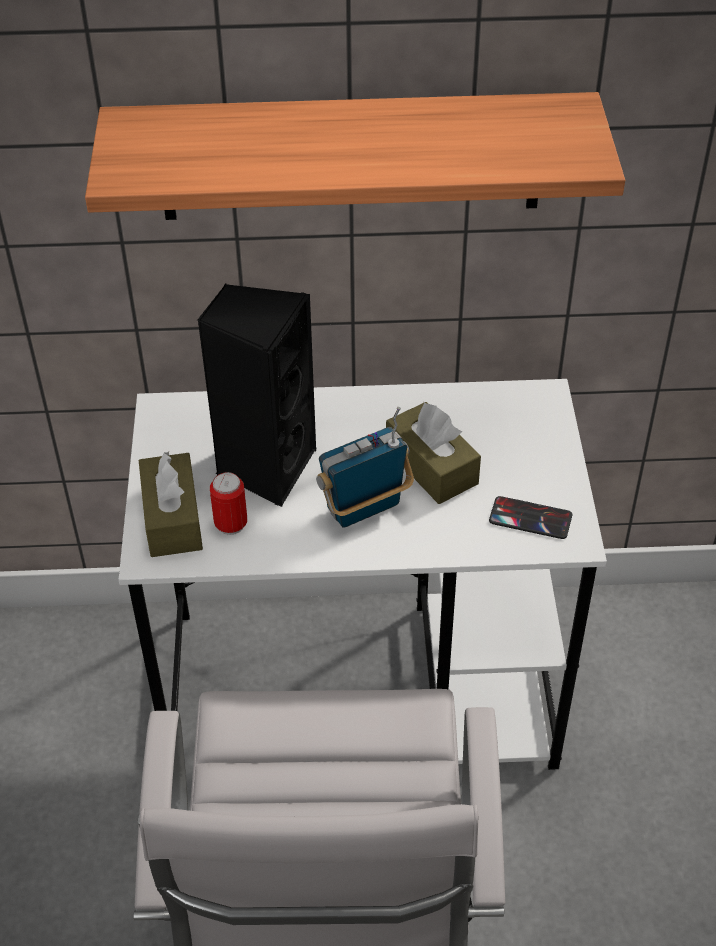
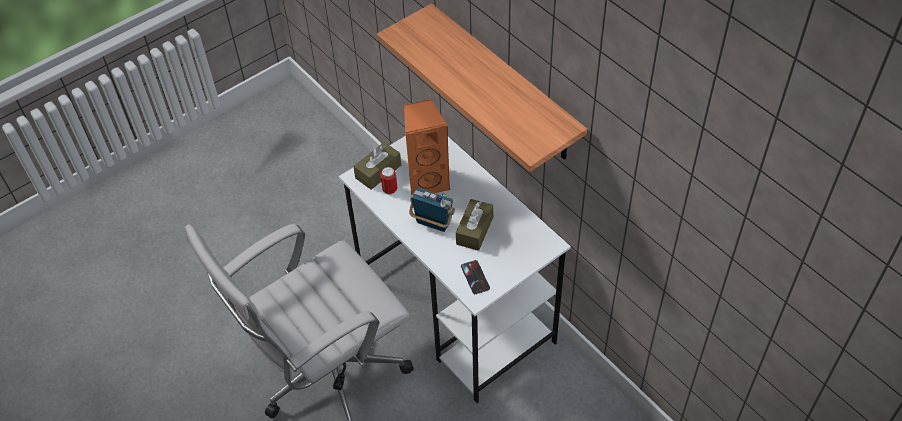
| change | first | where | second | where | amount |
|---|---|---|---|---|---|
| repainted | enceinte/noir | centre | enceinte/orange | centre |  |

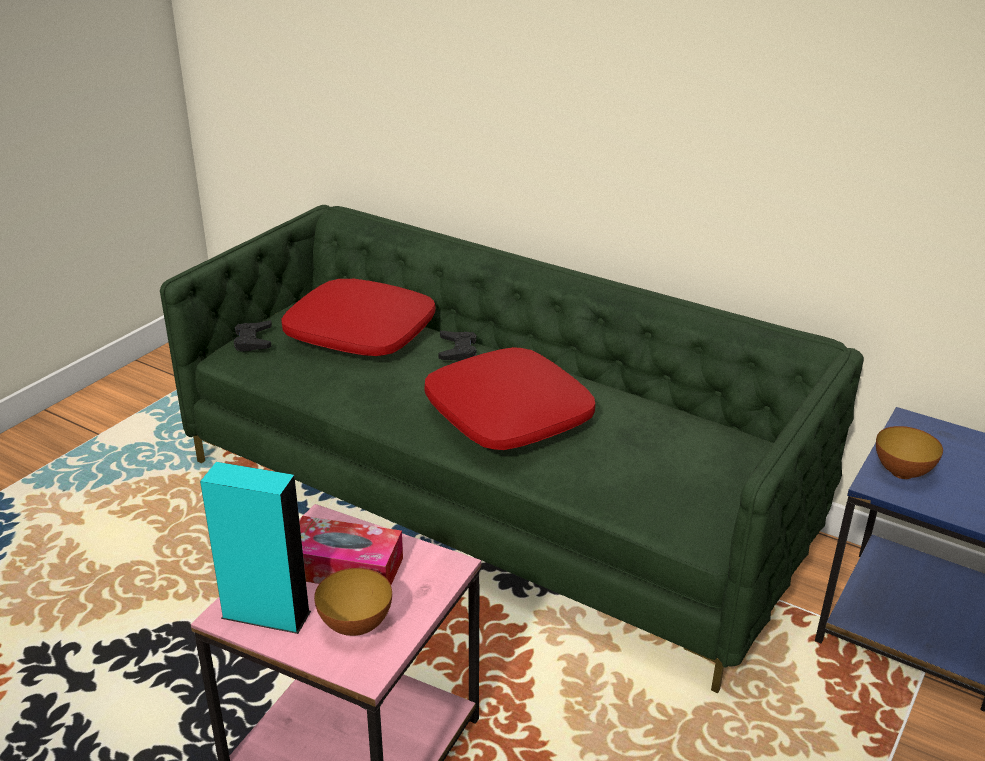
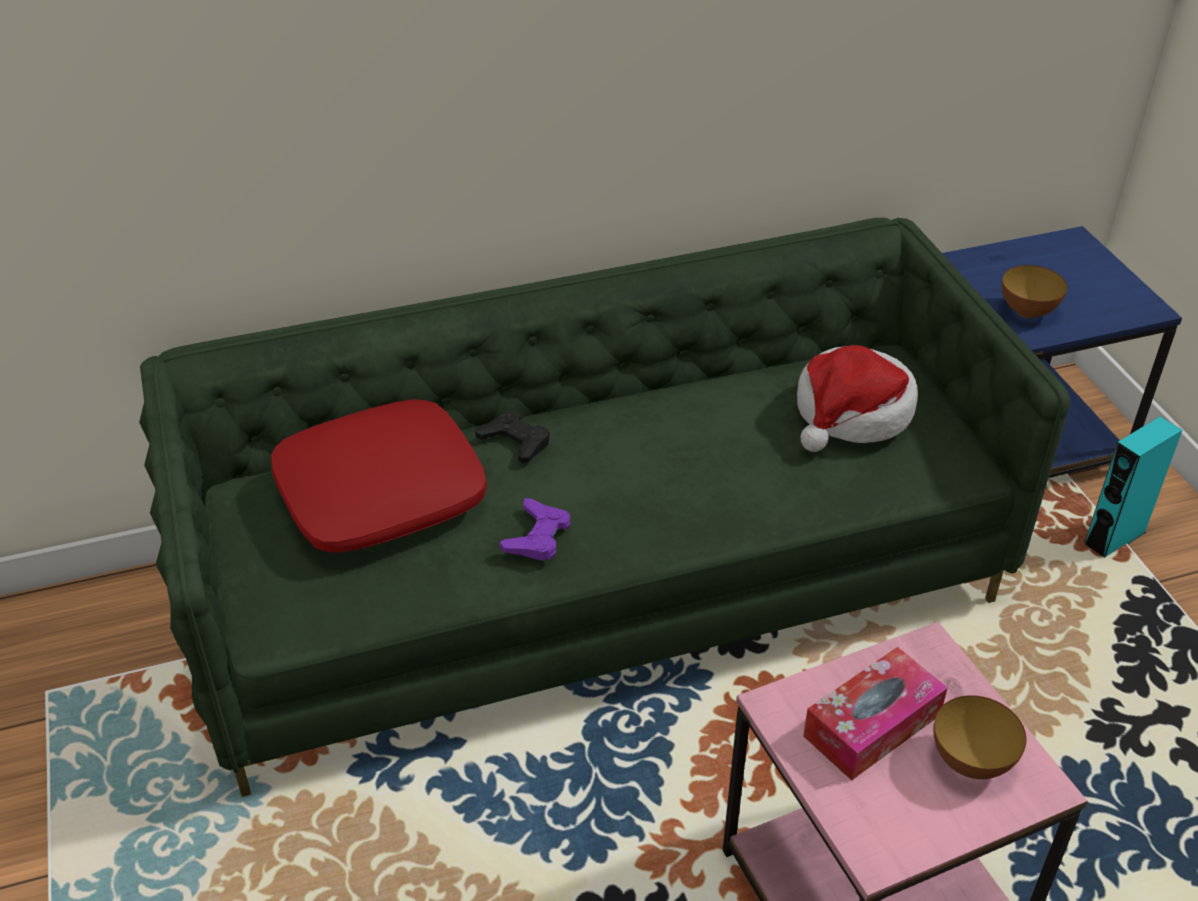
| change | first | where | second | where | amount |
|---|---|---|---|---|---|
| gone | manette/noir (no. 1 from left) | middle left |  |  |  |
| gone | coussin/rouge (no. 2 from left) | centre |  |  |  |
| shifted | enceinte/turquoise | bottom left |  | middle right |  |
| new |  |  | chapeau | middle right |  |
| new |  |  | manette/violet | centre |  |

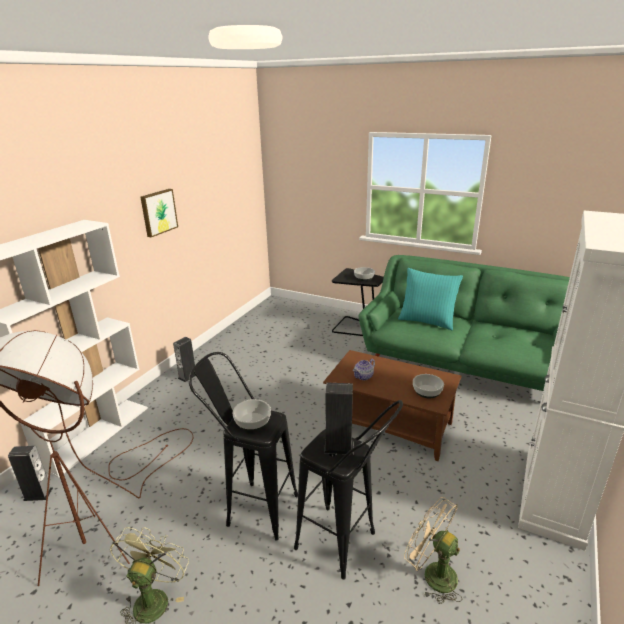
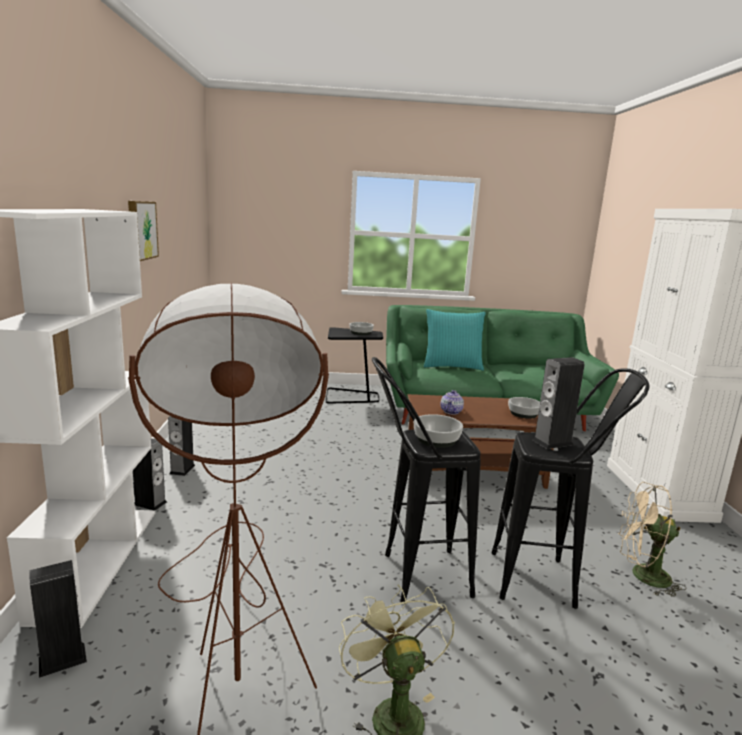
| change | first | where | second | where | amount |
|---|---|---|---|---|---|
| new |  |  | enceinte (no. 2 from left) | middle left |  |

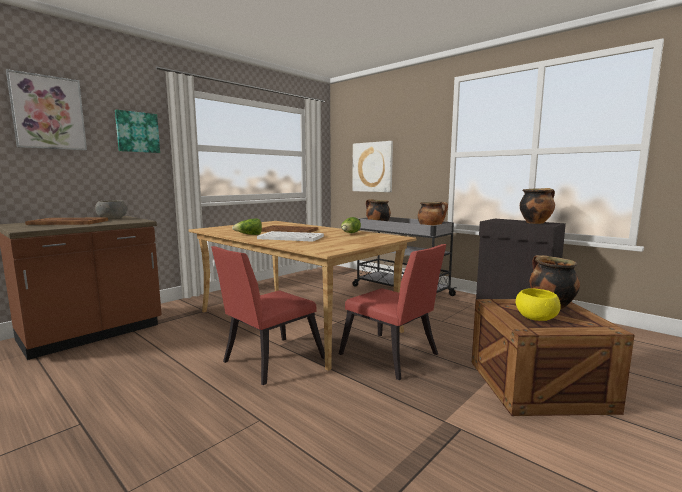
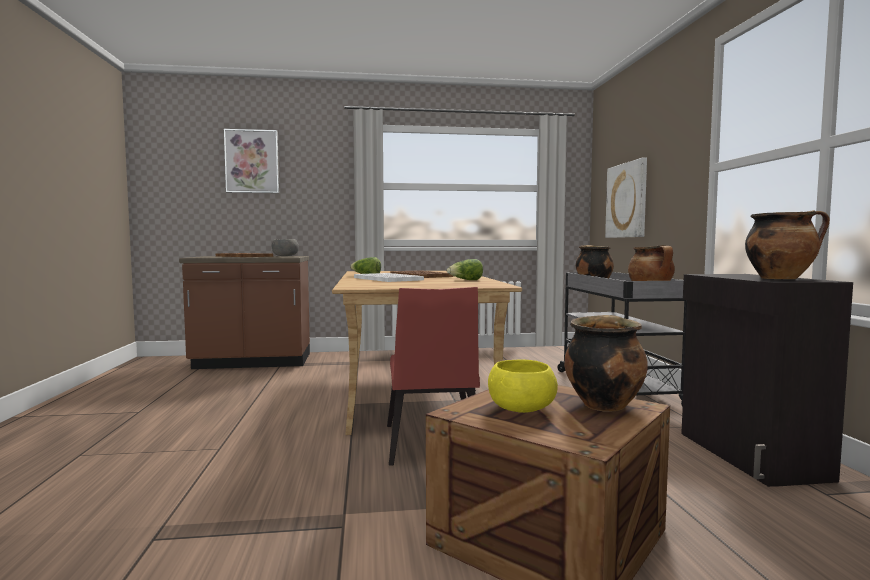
| change | first | where | second | where | amount |
|---|---|---|---|---|---|
| gone | tableau (no. 2 from left) | top left |  |  |  |
| gone | chaise/rouge (no. 1 from left) | centre |  |  |  |

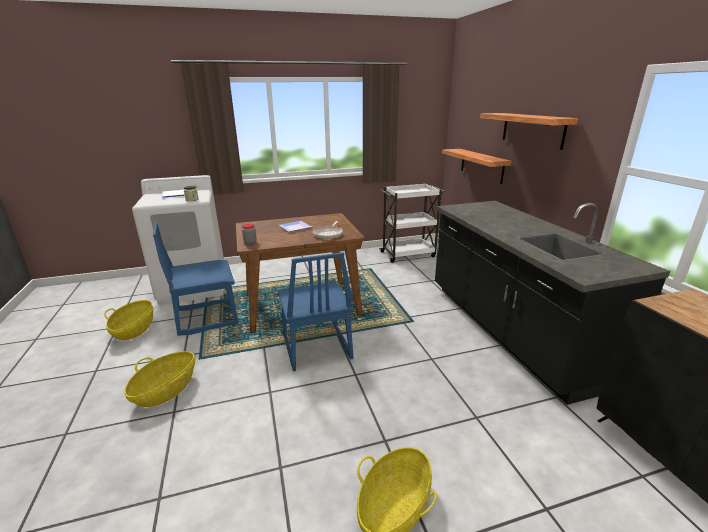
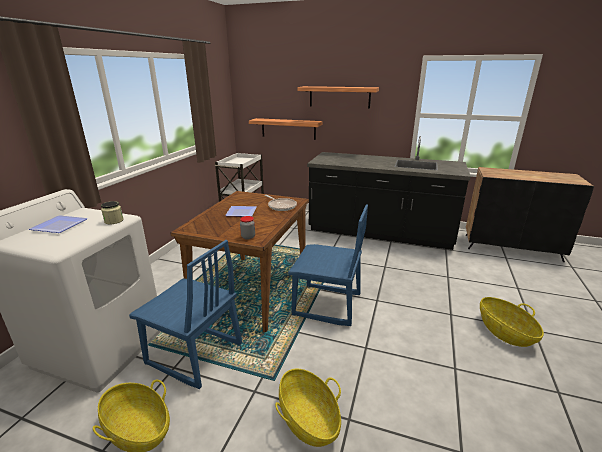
| change | first | where | second | where | amount |
|---|---|---|---|---|---|
| rotated | chaise/bleu (no. 1 from left) | middle left |  | bottom left | 75 degrees counterclockwise |

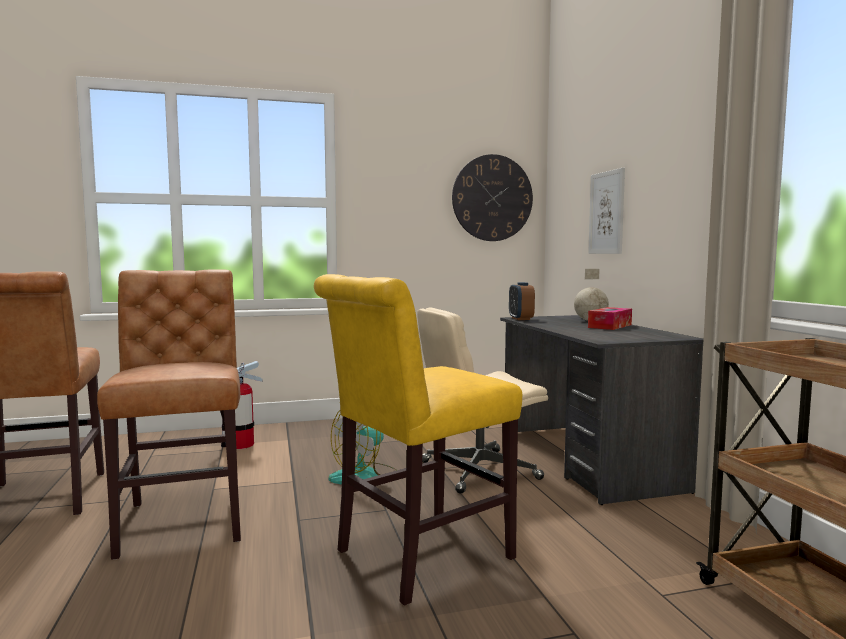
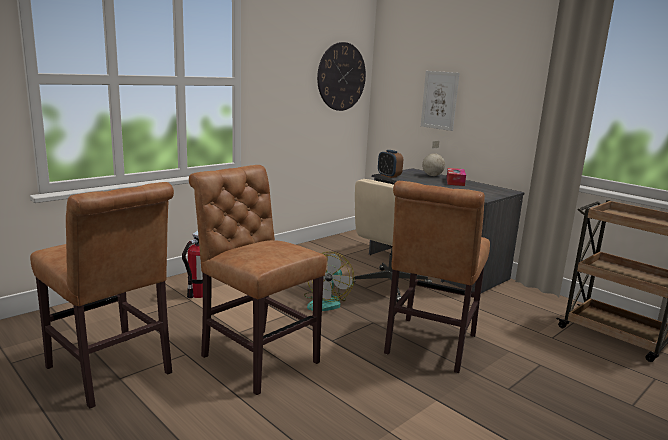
| change | first | where | second | where | amount |
|---|---|---|---|---|---|
| repainted | chaise/jaune | bottom centre | chaise/marron (no. 3 from left) | centre |  |

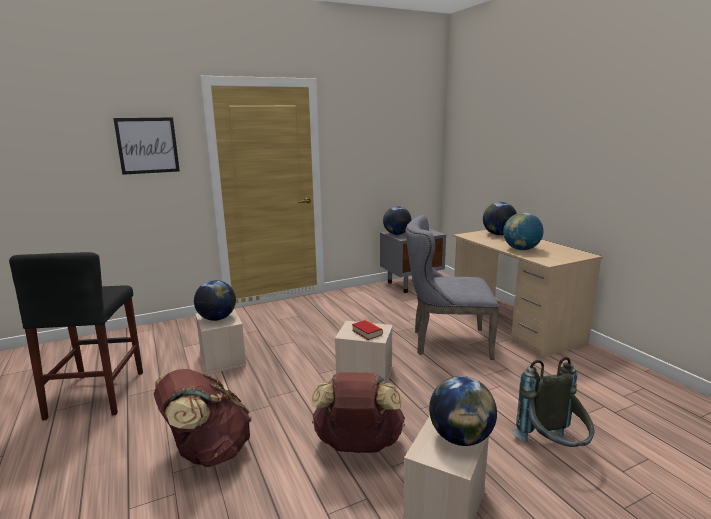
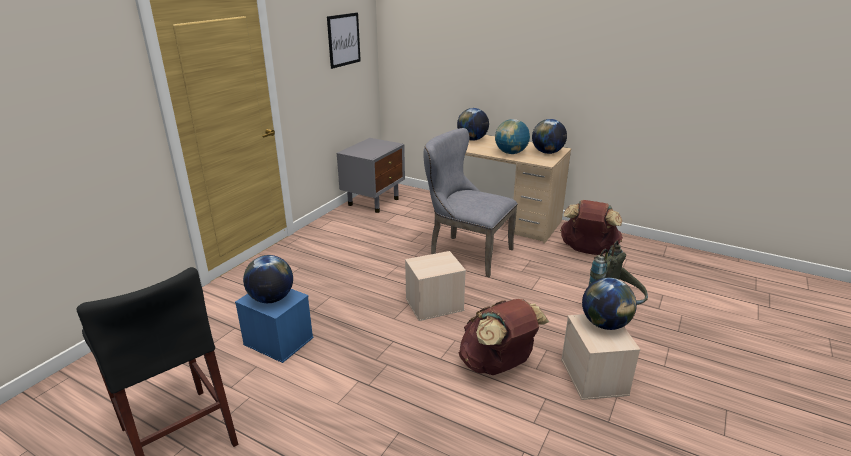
| change | first | where | second | where | amount |
|---|---|---|---|---|---|
| shifted | tableau | top left |  | top centre |  |
| shifted | globe (no. 2 from left in the first image) | centre | globe (no. 4 from left) | top centre |  |
| rotated | chaise/gris | centre |  | centre | 60 degrees clockwise |
| repainted | boîte de rangement/beige (no. 1 from left) | middle left | boîte de rangement/bleu | bottom left |  |
| gone | livre | centre |  |  |  |
| shifted | sac à dos/marron (no. 1 from left in the first image) | bottom left | sac à dos/marron (no. 2 from left) | middle right |  |

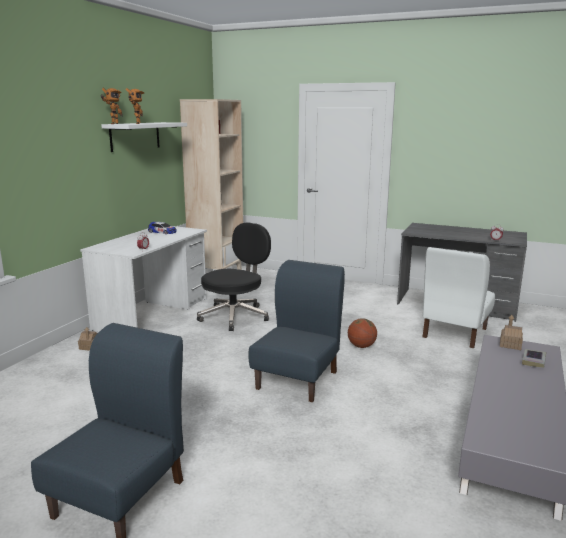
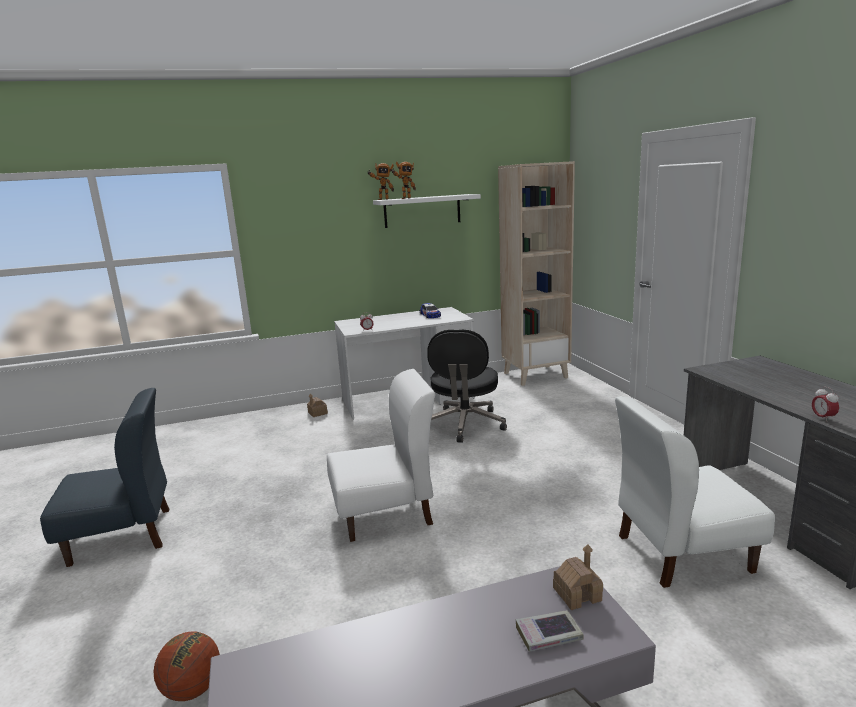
| change | first | where | second | where | amount |
|---|---|---|---|---|---|
| rotated | chaise de bureau/noir | centre |  | centre | 105 degrees clockwise |
| repainted | chaise/bleu (no. 2 from left) | centre | chaise/blanc (no. 1 from left) | centre |  |
| shifted | ballon de basket | centre |  | bottom left |  |

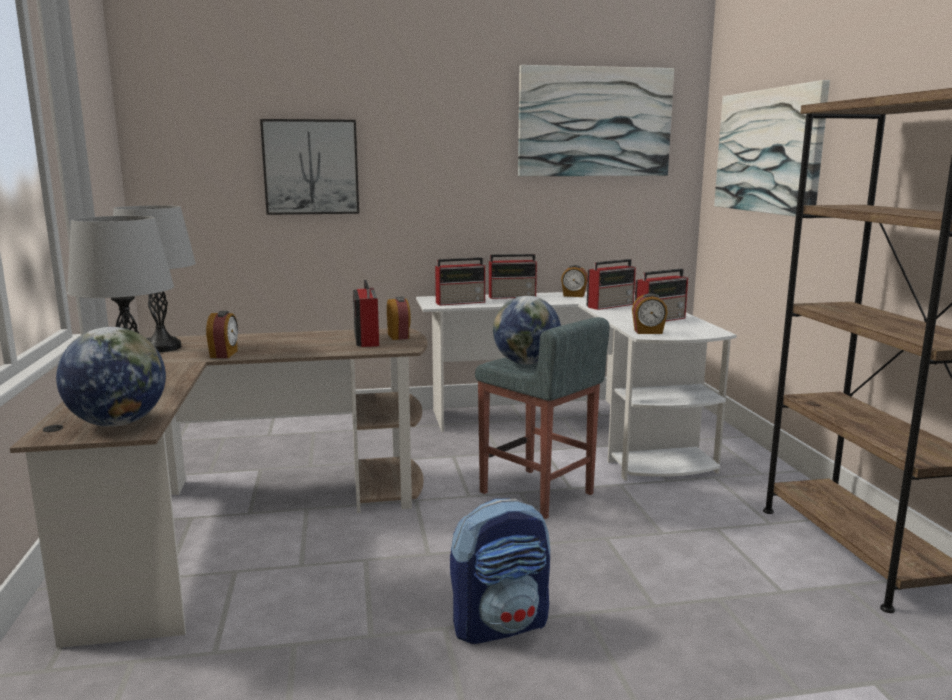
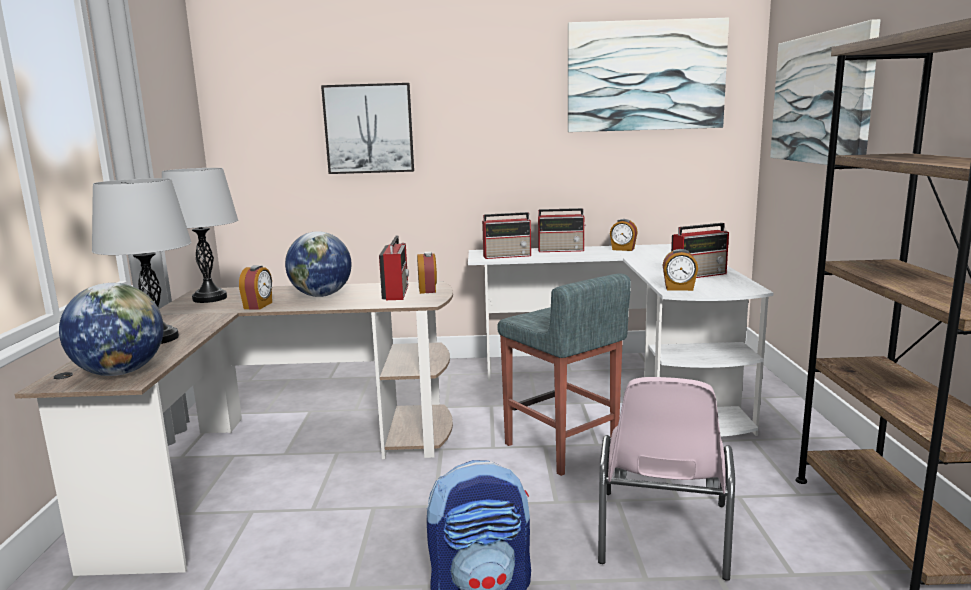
| change | first | where | second | where | amount |
|---|---|---|---|---|---|
| gone | radio (no. 4 from left) | centre |  |  |  |
| shifted | globe (no. 2 from left) | centre |  | middle left |  |
| new |  |  | chaise/rose | bottom right |  |

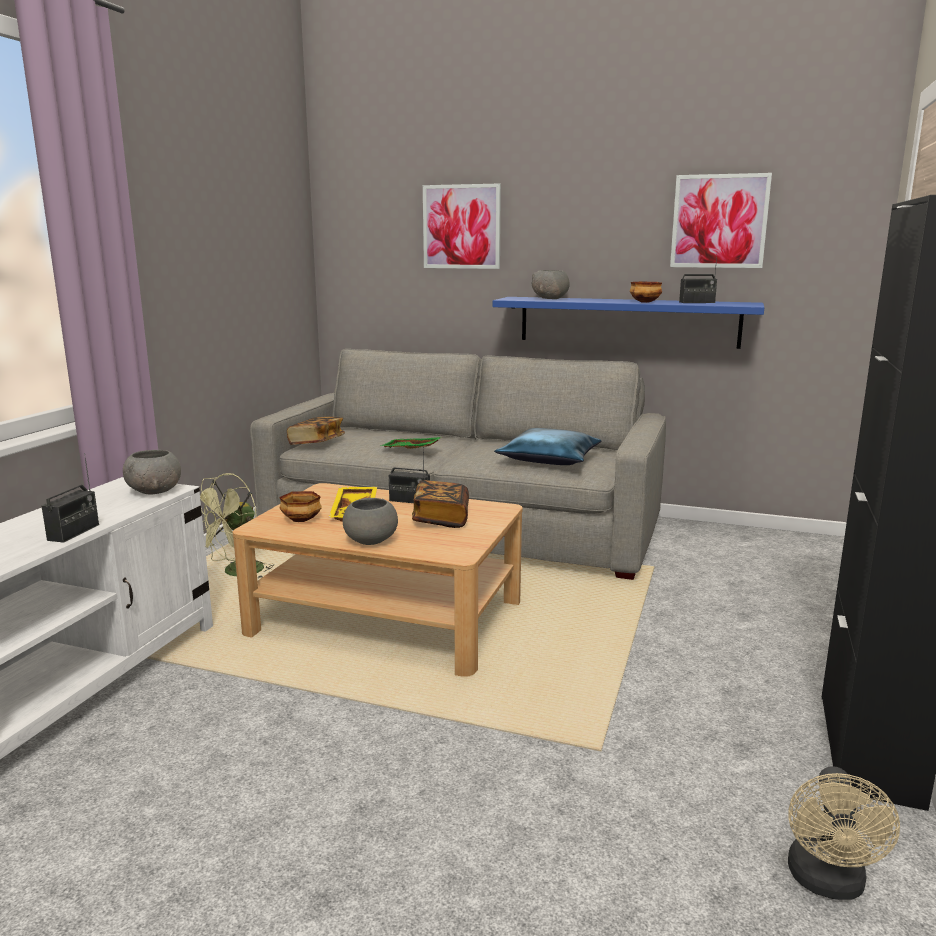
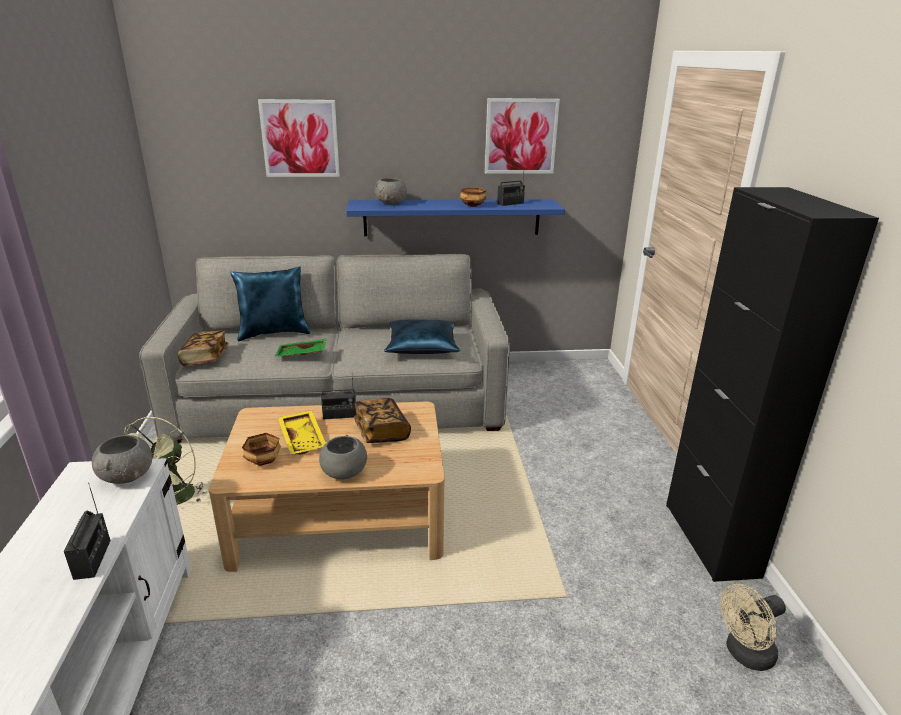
| change | first | where | second | where | amount |
|---|---|---|---|---|---|
| rotated | ventilateur/beige | bottom right |  | bottom right | 75 degrees clockwise |
| new |  |  | coussin/bleu (no. 1 from left) | middle left |  |

